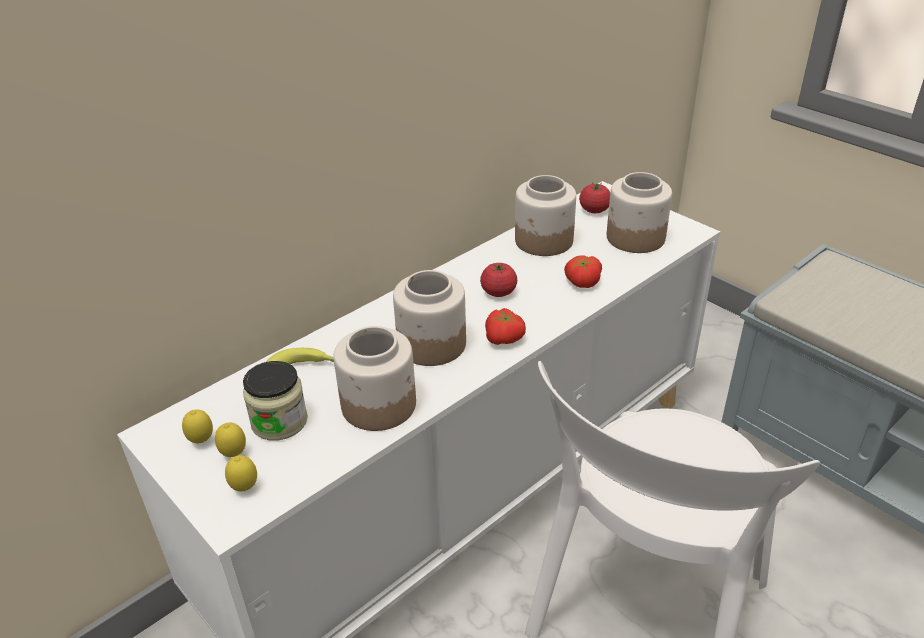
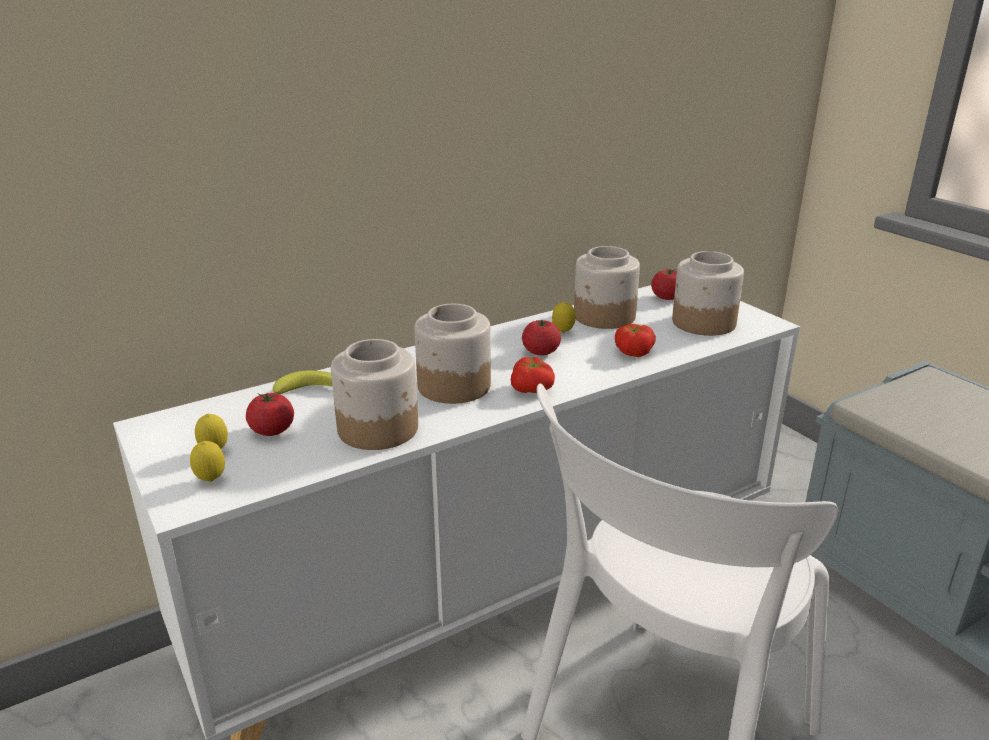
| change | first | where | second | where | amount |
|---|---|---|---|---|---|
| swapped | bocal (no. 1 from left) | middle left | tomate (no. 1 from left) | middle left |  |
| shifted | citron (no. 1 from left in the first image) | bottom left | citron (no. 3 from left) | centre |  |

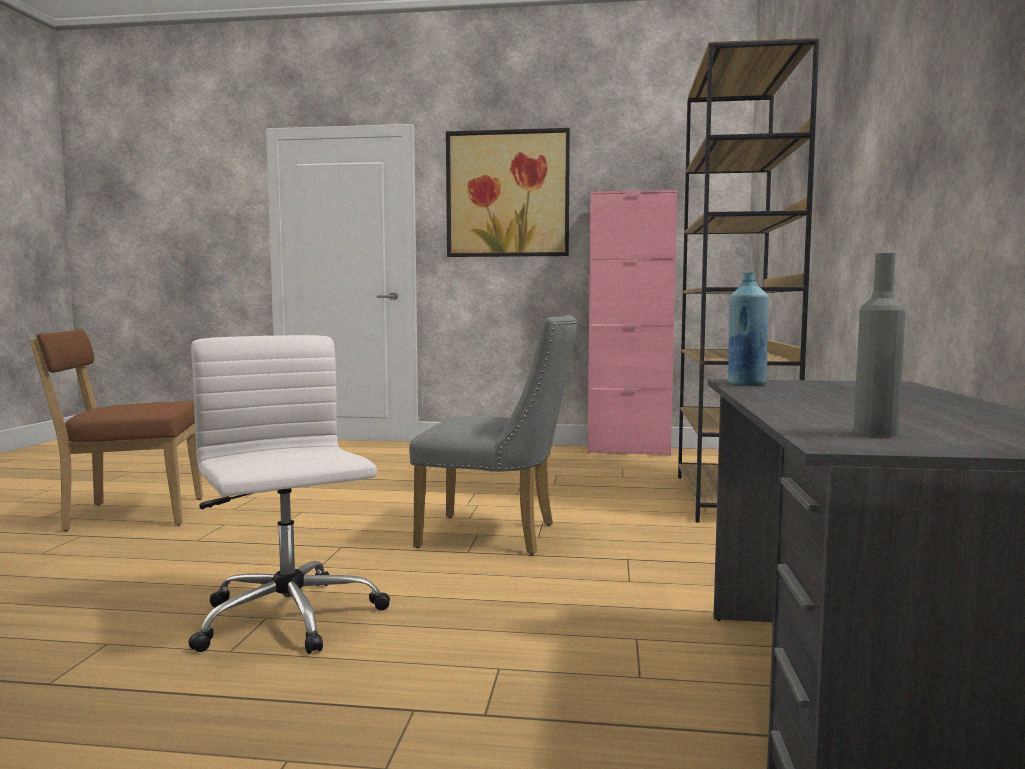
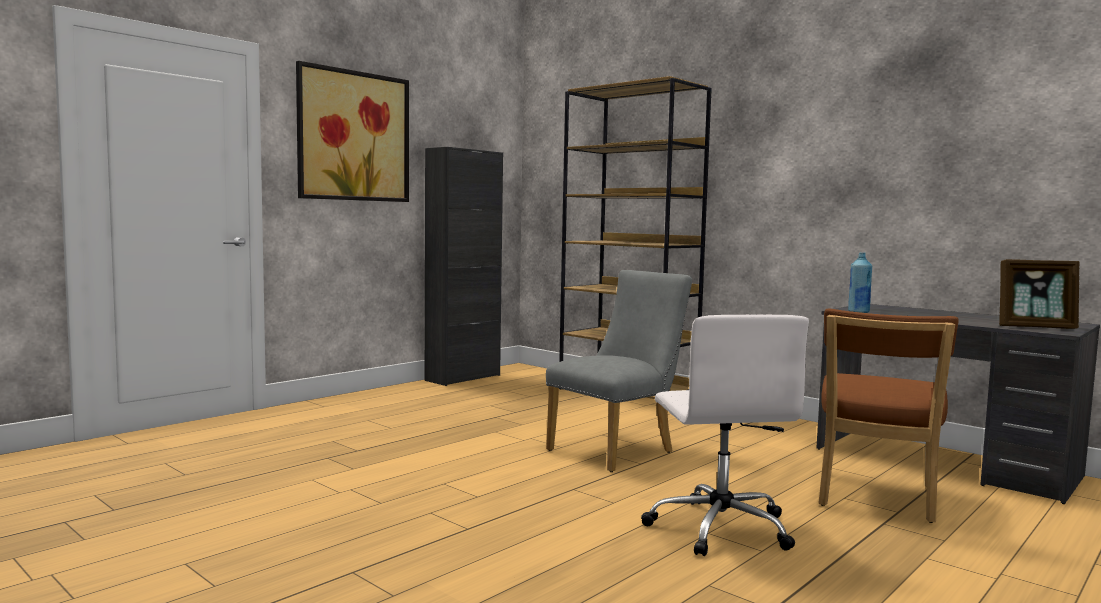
| change | first | where | second | where | amount |
|---|---|---|---|---|---|
| repainted | meuble de rangement/rose | centre | meuble de rangement/noir | centre |  |
| swapped | bouteille/gris | middle right | cadre photo | middle right |  |
| shifted | chaise/marron | middle left |  | bottom right |  |
| rotated | chaise de bureau/blanc | middle left |  | bottom centre | 105 degrees counterclockwise |

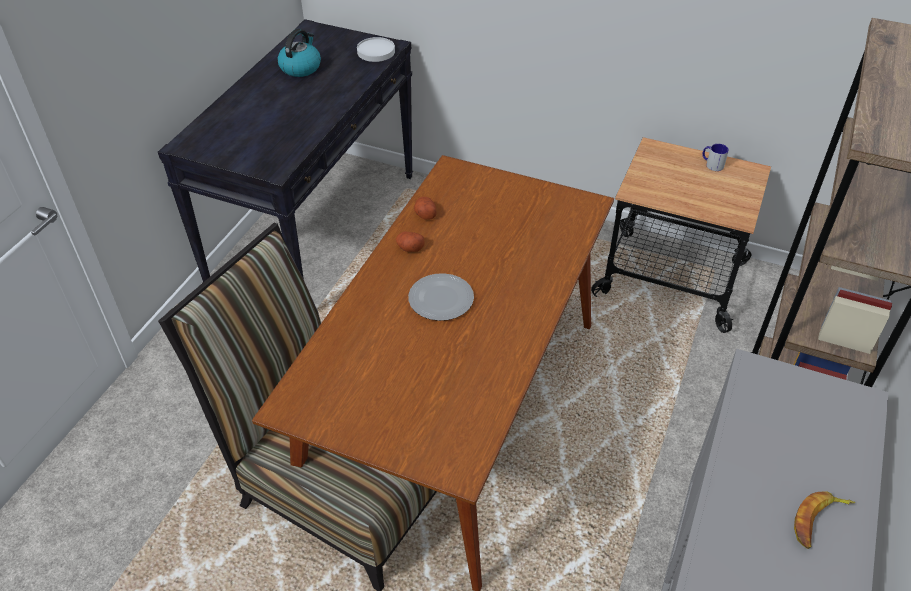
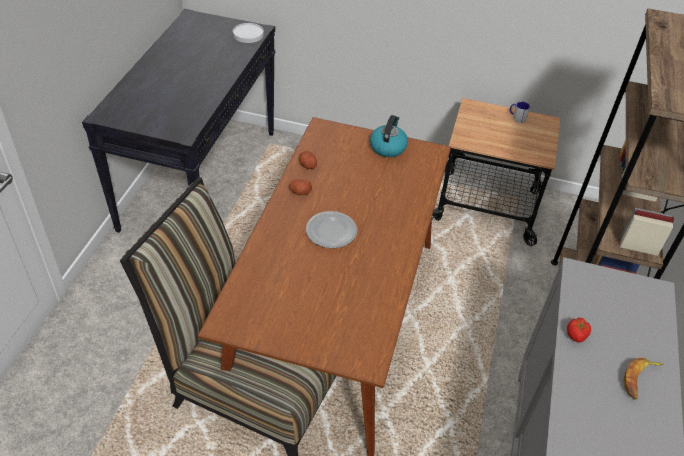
| change | first | where | second | where | amount |
|---|---|---|---|---|---|
| shifted | bouilloire | top left |  | top centre |  |
| new |  |  | tomate | bottom right |  |

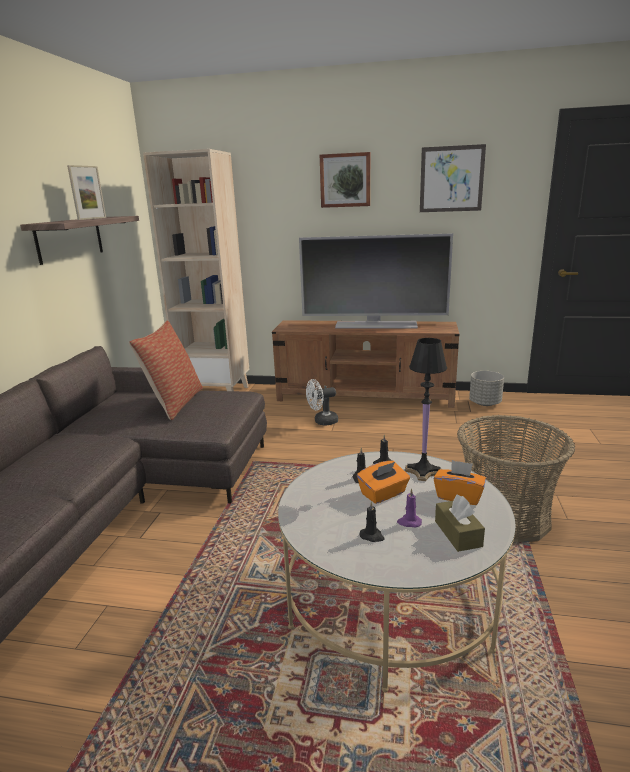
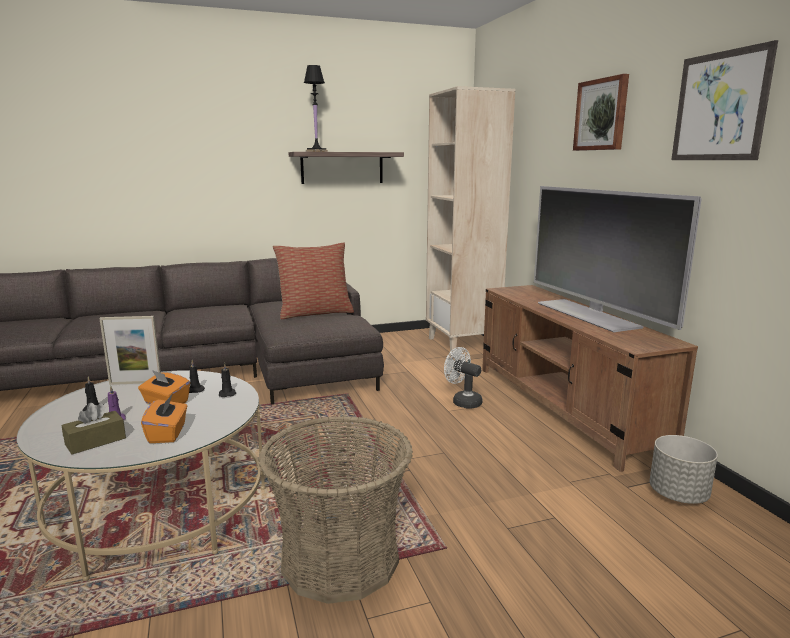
| change | first | where | second | where | amount |
|---|---|---|---|---|---|
| shifted | cadre photo | top left |  | middle left |  |
| shifted | lampe de table/noir | middle right |  | top centre |  |

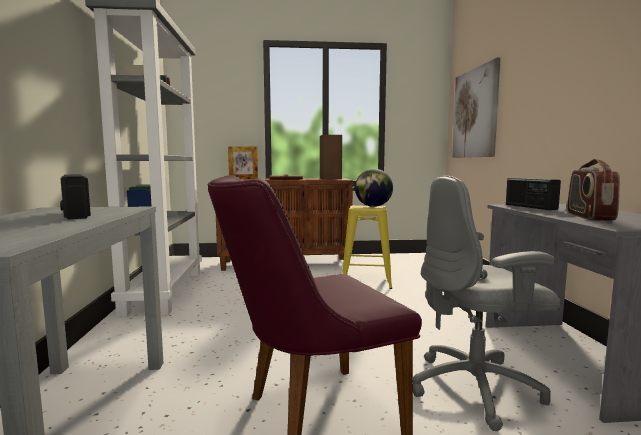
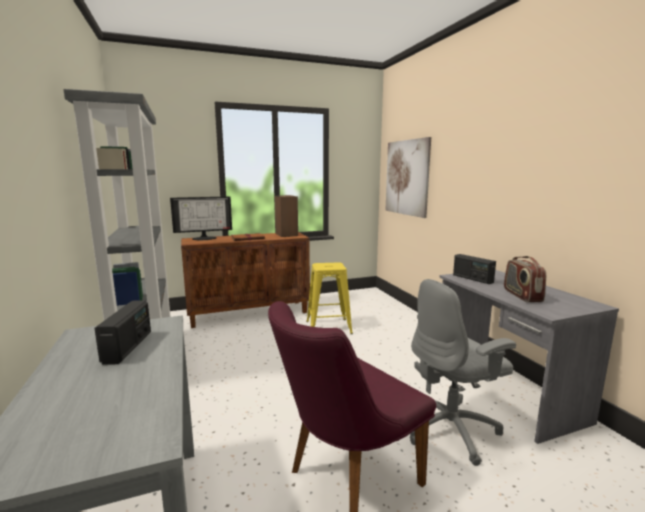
| change | first | where | second | where | amount |
|---|---|---|---|---|---|
| swapped | cadre photo | centre | écran d'ordinateur | middle left |  |
| gone | globe | centre |  |  |  |
| rotated | radio (no. 1 from left) | middle left |  | middle left | 135 degrees counterclockwise |

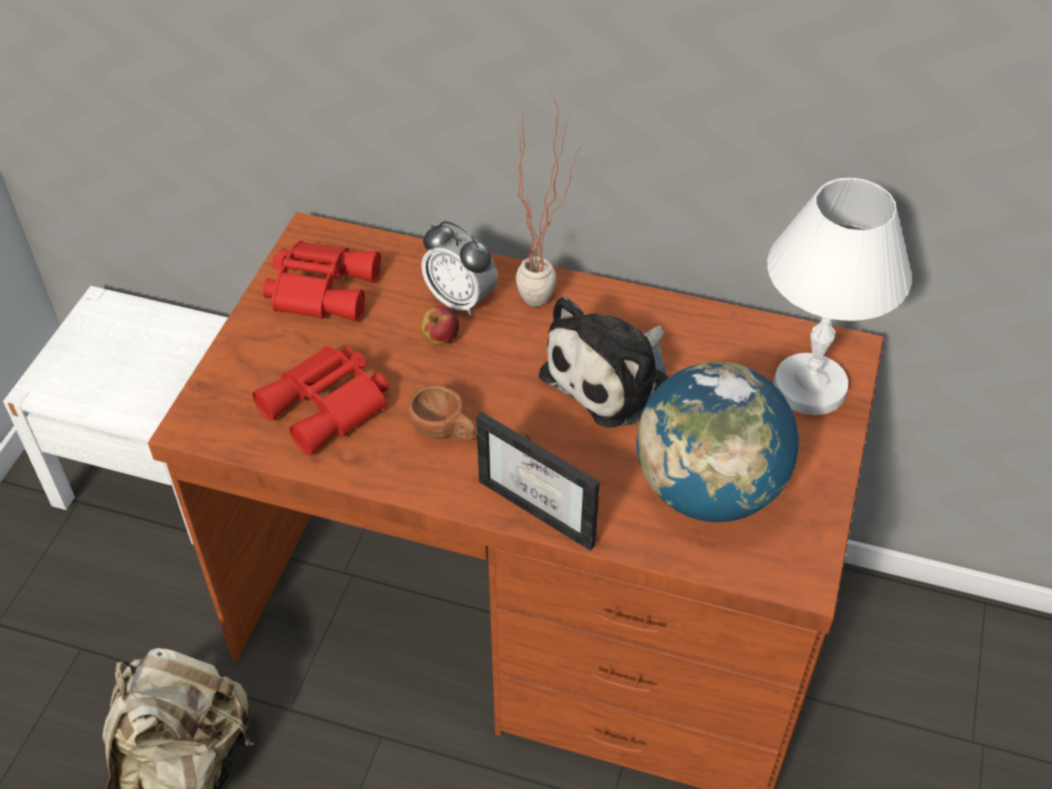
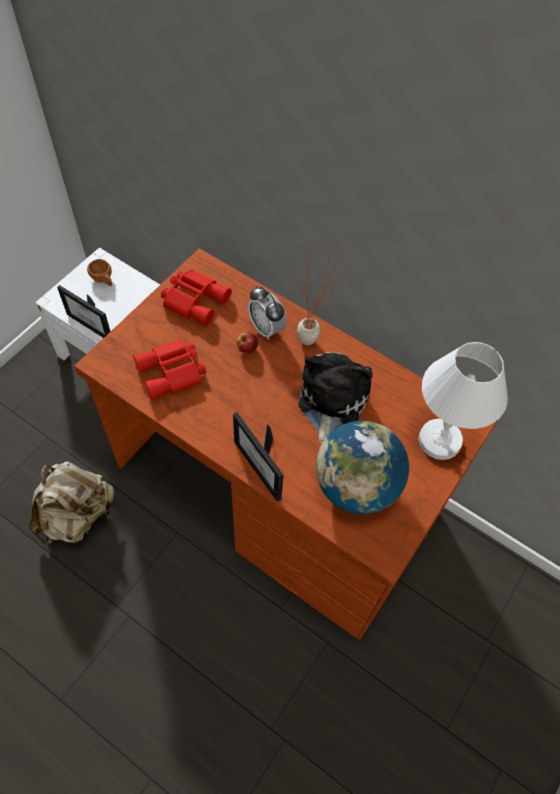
| change | first | where | second | where | amount |
|---|---|---|---|---|---|
| rotated | peluche | centre |  | centre | 135 degrees clockwise |
| shifted | tasse/marron | centre |  | middle left |  |
| new |  |  | cadre photo (no. 1 from left) | middle left |  |

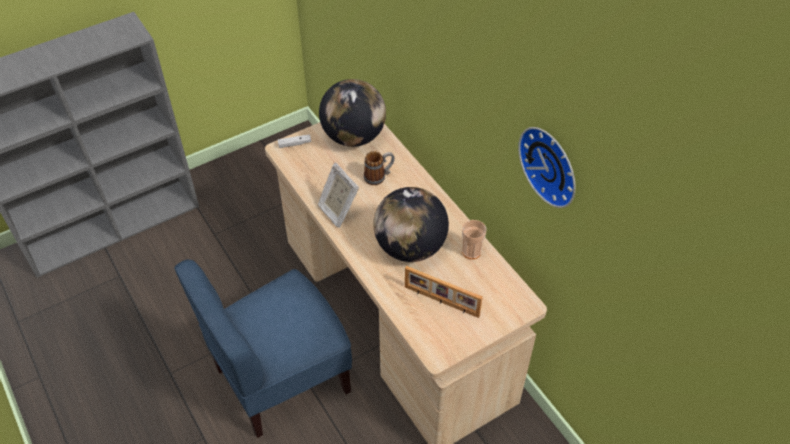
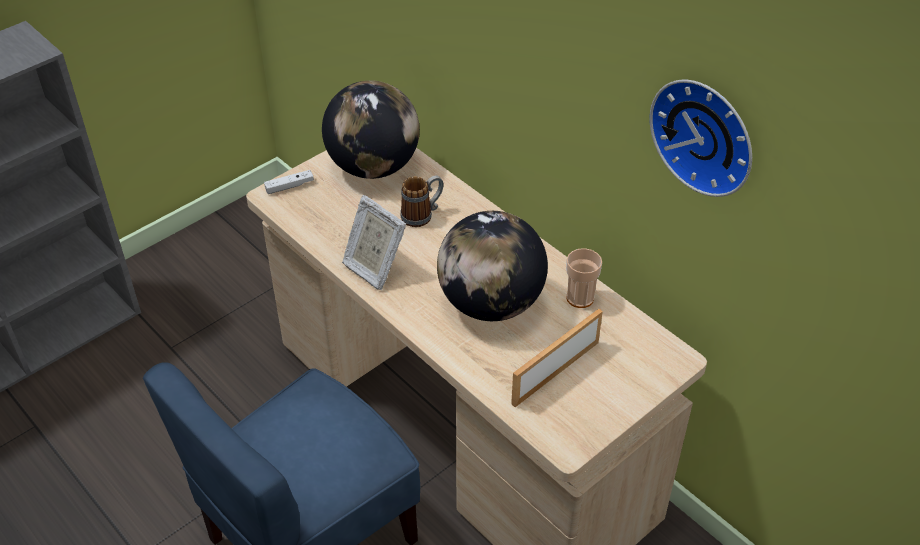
| change | first | where | second | where | amount |
|---|---|---|---|---|---|
| rotated | cadre photo (no. 2 from left) | centre |  | centre | 120 degrees clockwise |

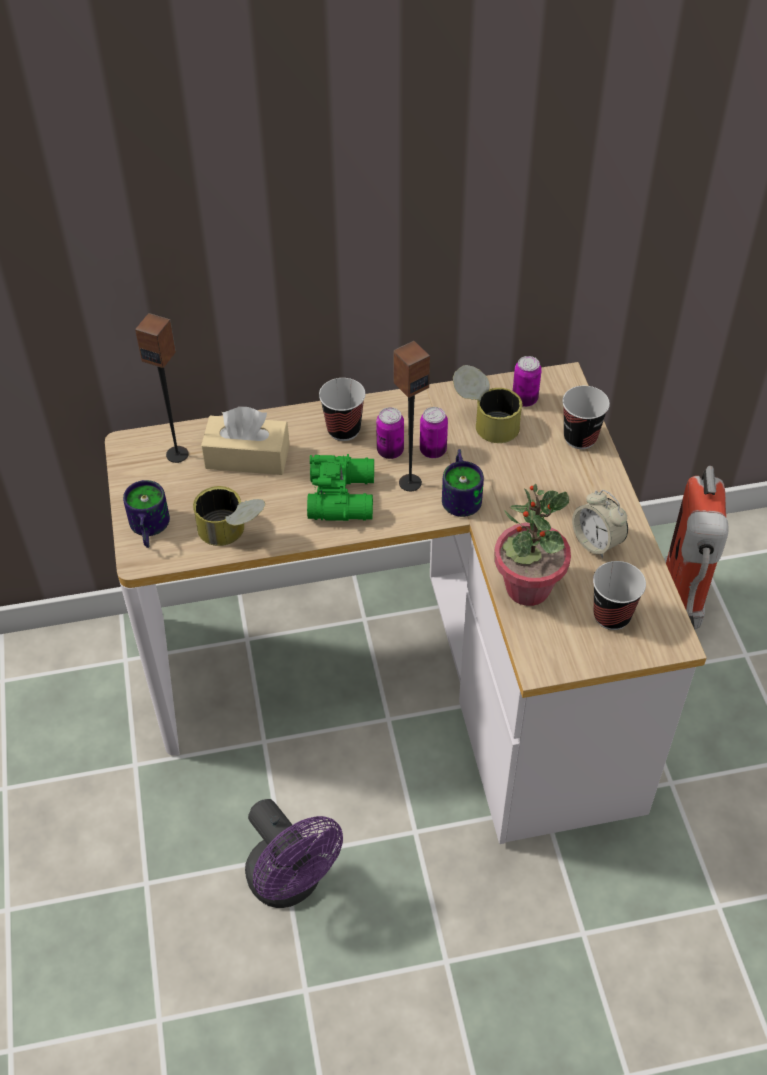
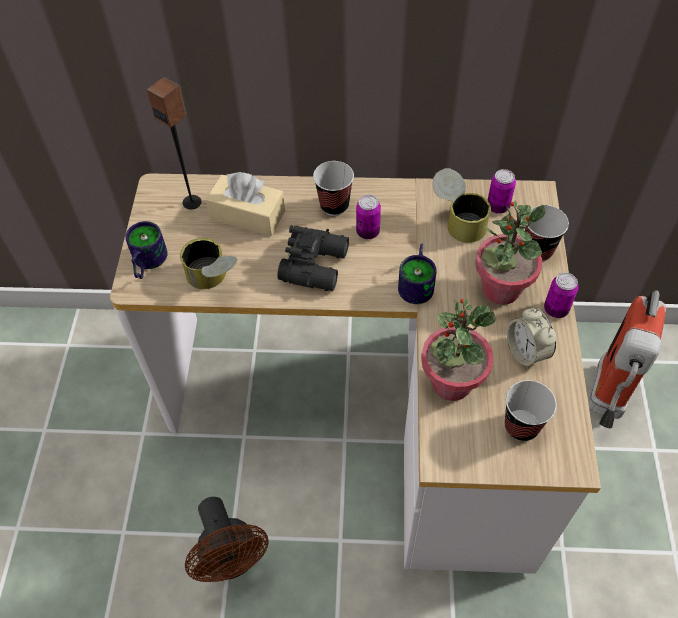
| change | first | where | second | where | amount |
|---|---|---|---|---|---|
| gone | enceinte (no. 2 from left) | centre |  |  |  |
| shifted | boîte métallique (no. 3 from left in the first image) | centre | boîte métallique (no. 5 from left) | middle right |  |
| repainted | jumelles/vert | centre | jumelles/noir | centre |  |
| repainted | ventilateur/violet | bottom centre | ventilateur/marron | bottom centre |  |
| new |  |  | plante en pot (no. 2 from left) | middle right |  |

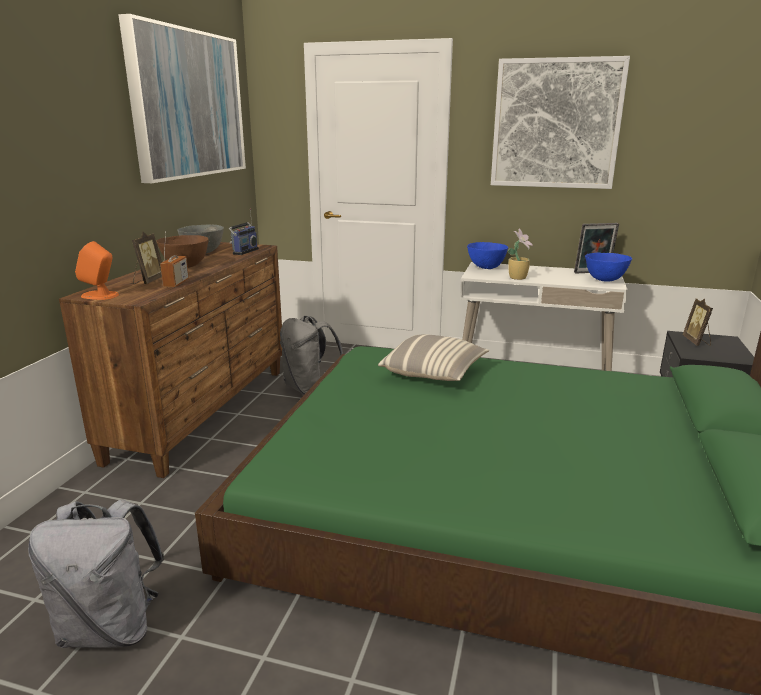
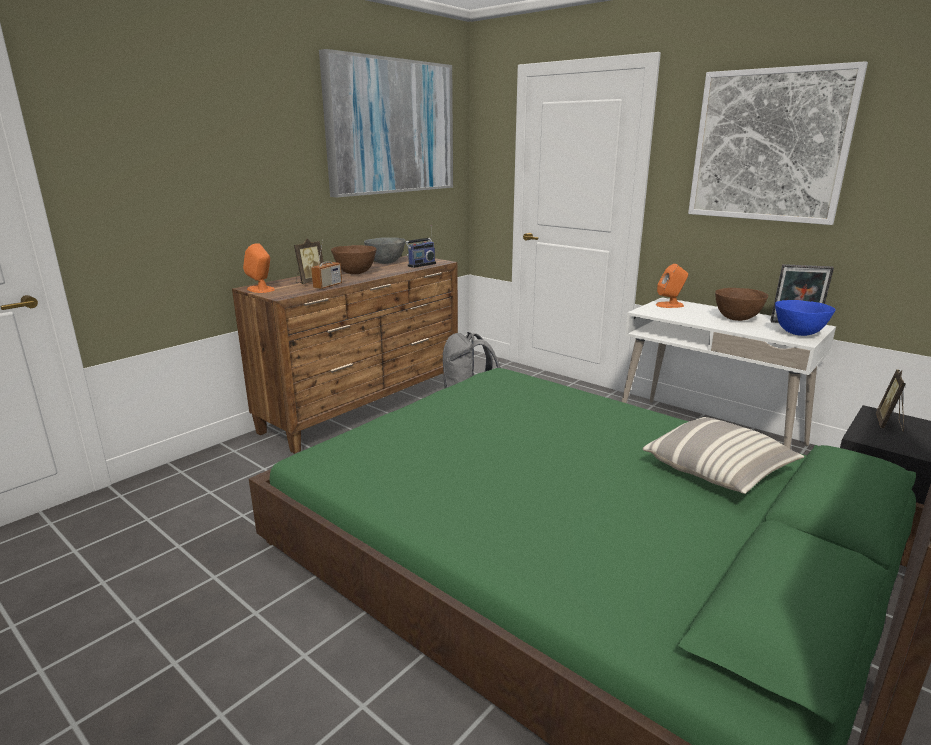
| change | first | where | second | where | amount |
|---|---|---|---|---|---|
| gone | plante en pot | middle right |  |  |  |
| swapped | bol/bleu (no. 1 from left) | centre | enceinte/orange (no. 2 from left) | middle right |  |
| shifted | coussin | centre |  | middle right |  |
| gone | sac à dos/gris (no. 1 from left) | bottom left |  |  |  |
| new |  |  | bol/marron (no. 2 from left) | middle right |  |

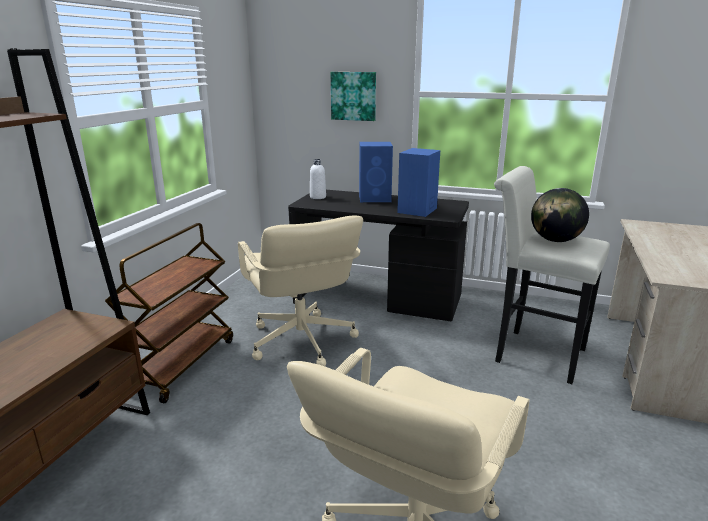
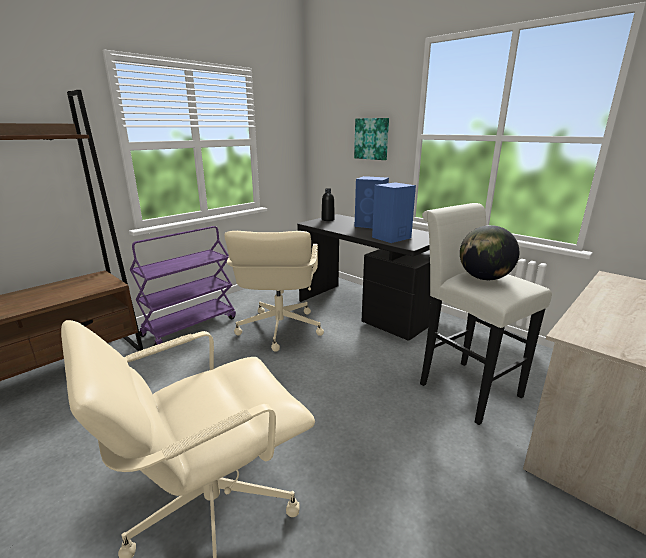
| change | first | where | second | where | amount |
|---|---|---|---|---|---|
| repainted | bouteille/blanc | centre | bouteille/noir | centre |  |
| repainted | chariot/marron | middle left | chariot/violet | middle left |  |

